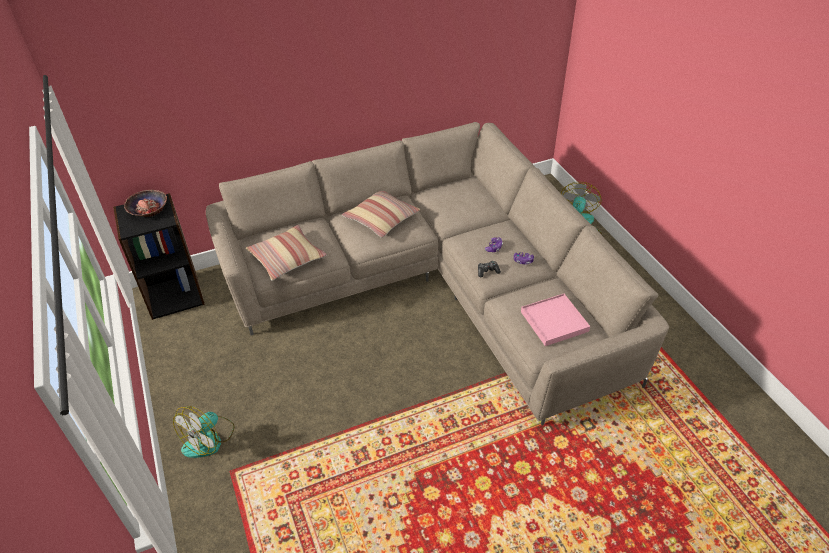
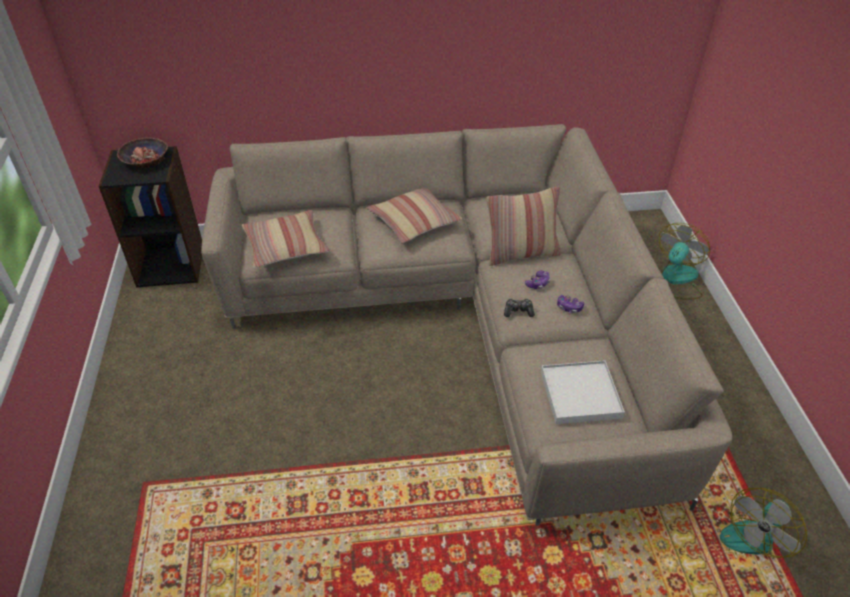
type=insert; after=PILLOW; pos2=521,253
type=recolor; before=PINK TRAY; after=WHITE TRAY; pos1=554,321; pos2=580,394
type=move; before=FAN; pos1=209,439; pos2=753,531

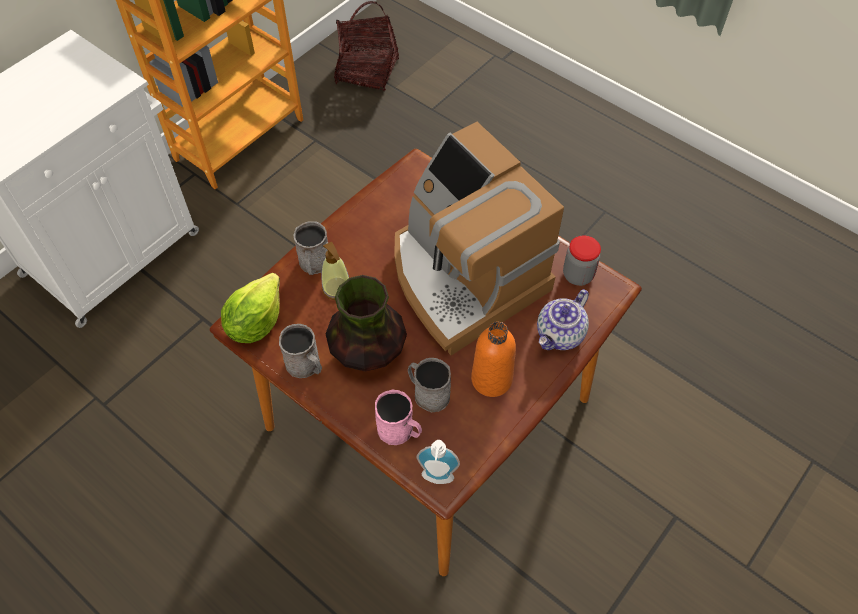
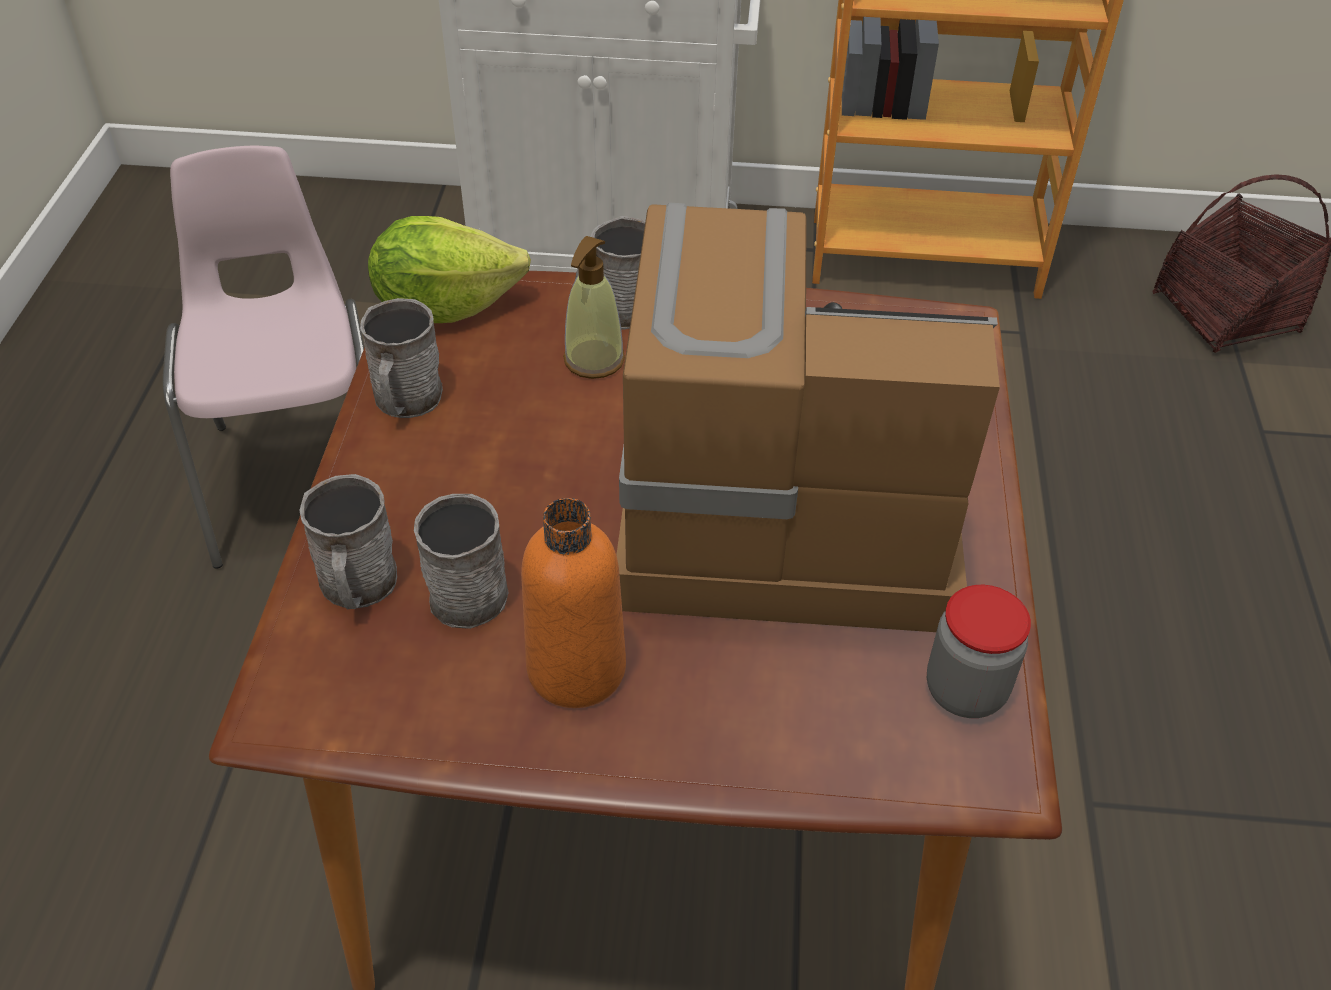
type=insert; after=PINK CHAIR; pos2=304,478
type=recolor; before=PINK MUG; after=GREY MUG; pos1=400,431; pos2=358,587
type=rotate; before=COFFEE MACHINE; pos1=464,276; pos2=779,509; turn=75
type=delete; before=VASE; pos1=368,351
type=delete; before=SOAP DISPENSER; pos1=437,480
type=delete; before=TEAPOT; pos1=560,335

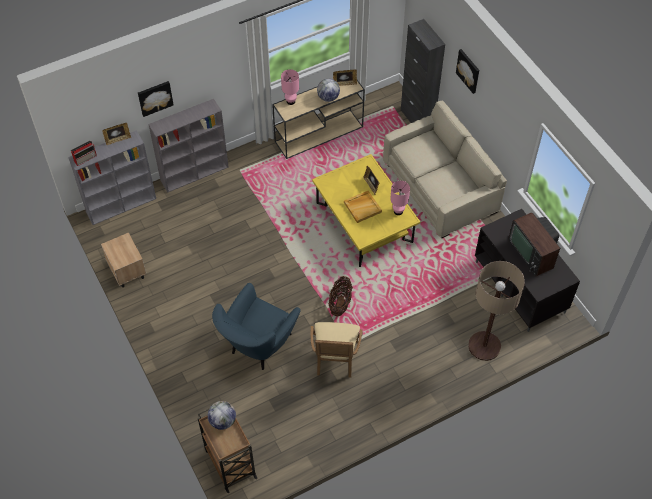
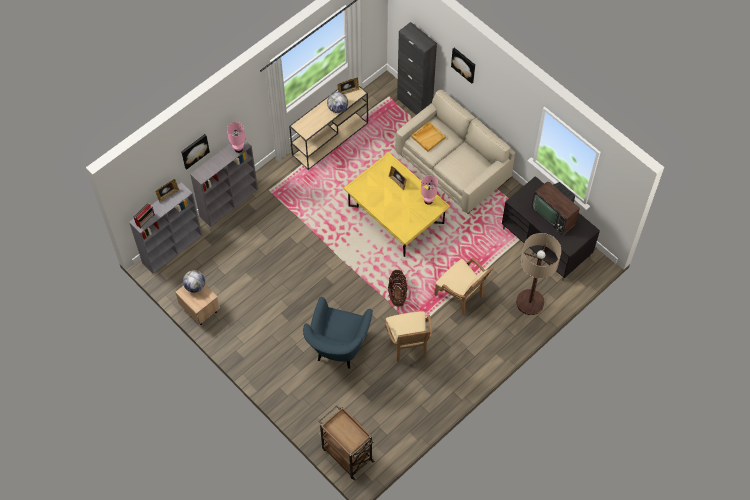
type=move; before=GLOBE; pos1=222,421; pos2=195,286
type=move; before=PINK TABLE LAMP; pos1=290,101; pos2=238,149
type=move; before=BEIGE TRAY; pos1=362,207; pos2=428,137
type=insert; after=BEIGE ARMCHAIR; pos2=461,296

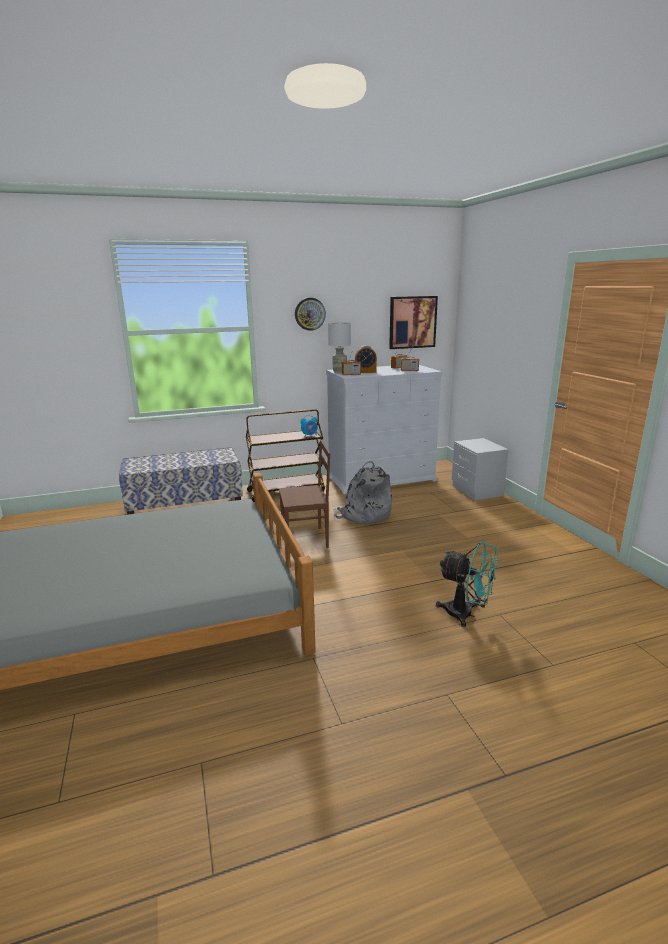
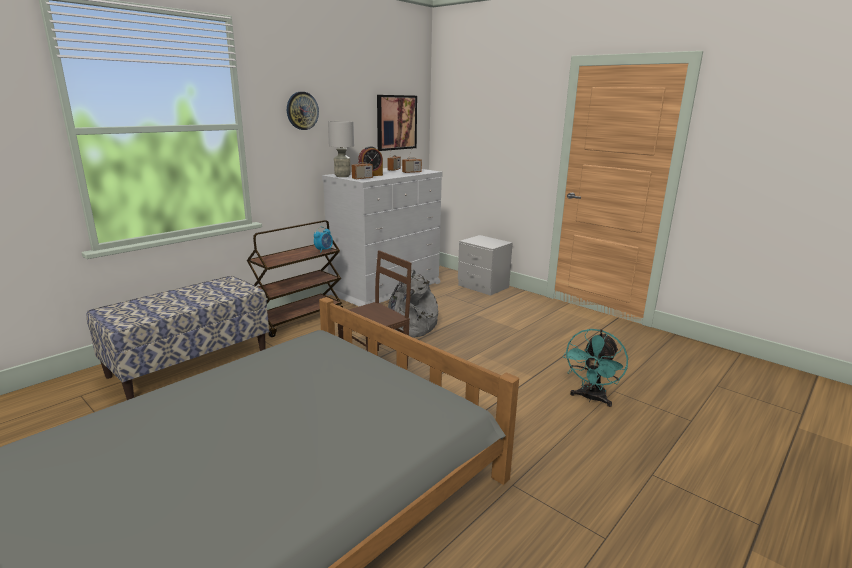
type=rotate; before=TURQUOISE FAN; pos1=466,614; pos2=591,398; turn=120

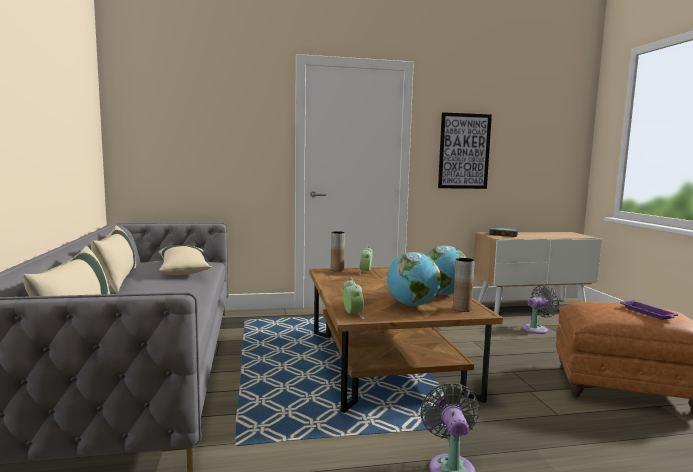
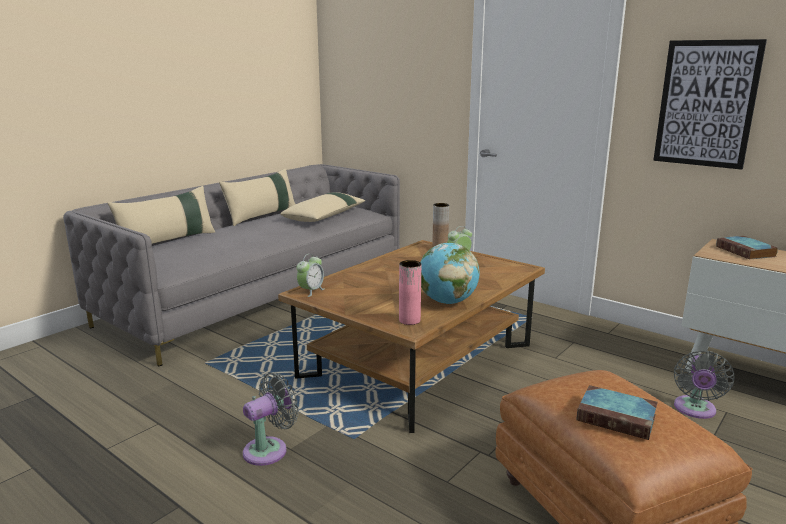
type=recolor; before=BROWN VASE; after=PINK VASE; pos1=462,309; pos2=409,320
type=replace; before=PURPLE TRAY; after=BOOK; pos1=648,313; pos2=618,417
type=rotate; before=GREY FAN; pos1=537,329; pos2=694,410; turn=90
type=delete; before=GLOBE; pos1=412,305

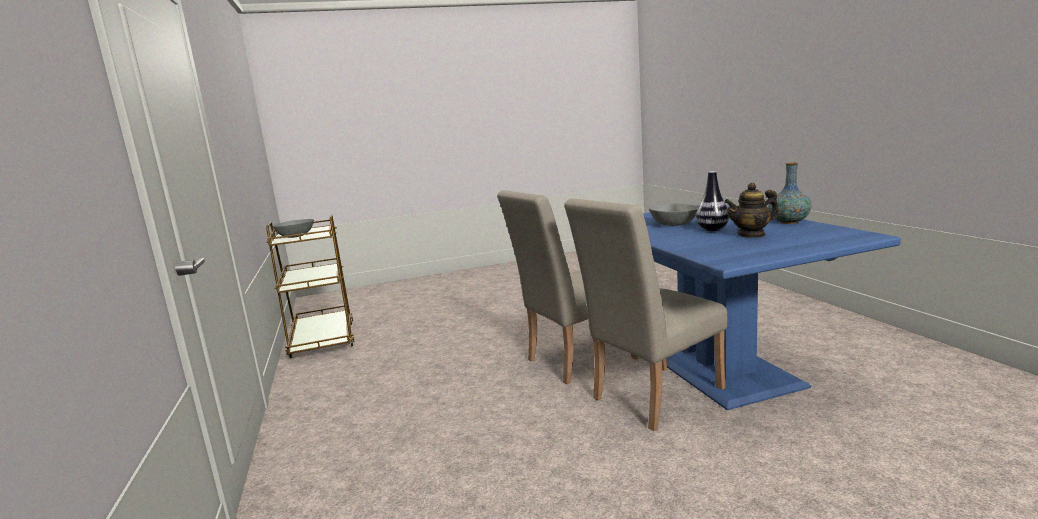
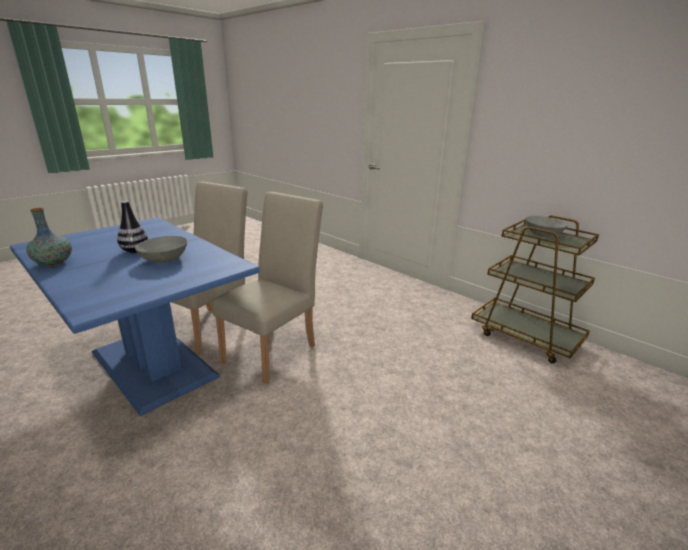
type=delete; before=TEAPOT; pos1=751,235

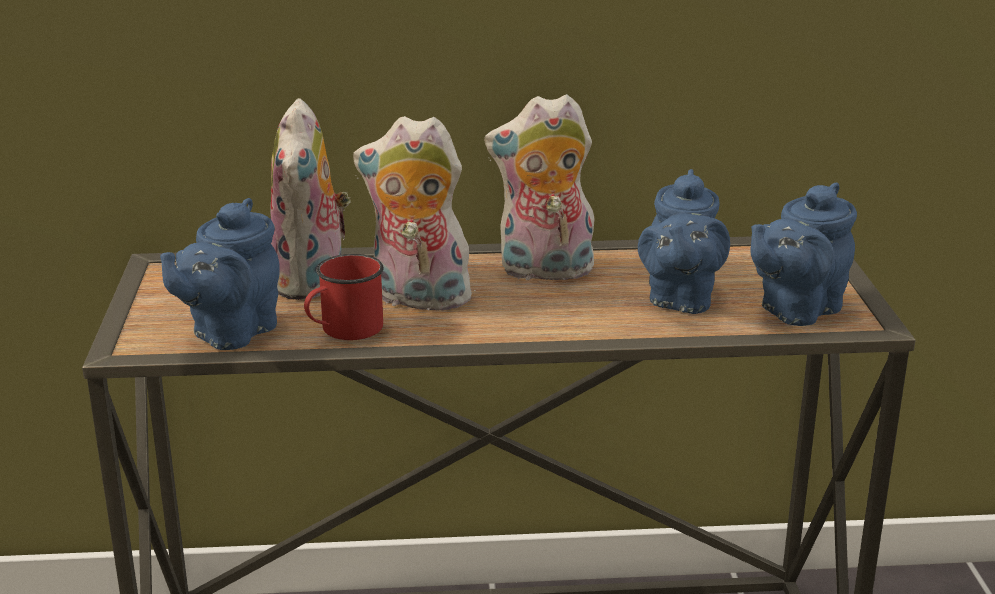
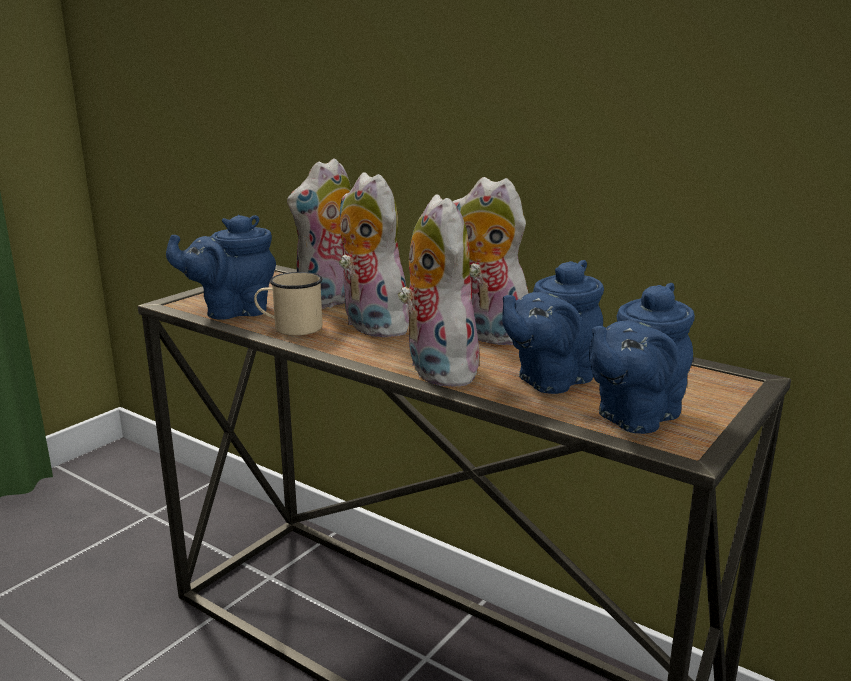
type=recolor; before=RED MUG; after=BEIGE MUG; pos1=344,330; pos2=290,328
type=insert; after=PLUSH TOY; pos2=435,370
type=rotate; before=BLUE TEAPOT; pos1=795,310; pos2=634,417; turn=-45

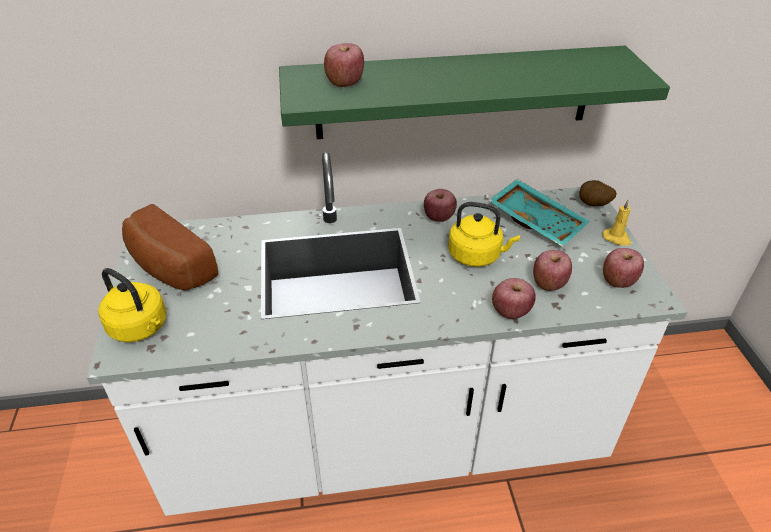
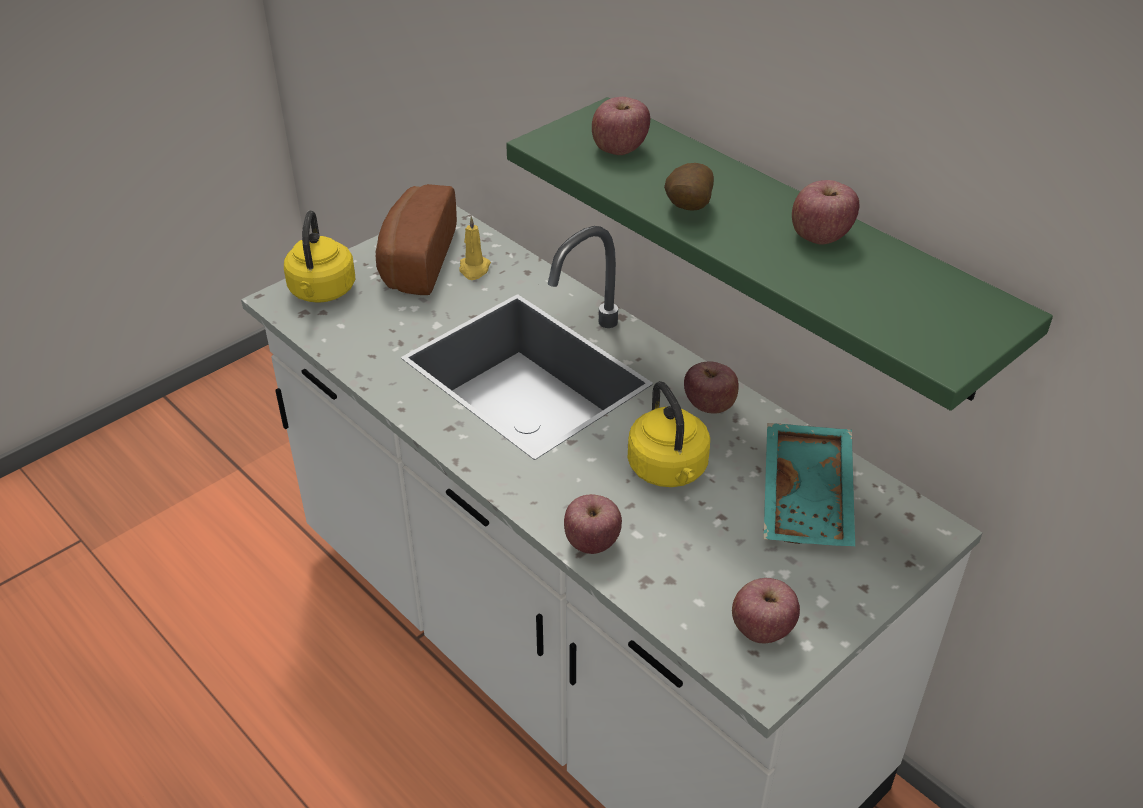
type=move; before=YELLOW CANDLE; pos1=617,238; pos2=474,269
type=move; before=POTATO; pos1=593,205; pos2=686,209
type=move; before=APPLE; pos1=549,283; pos2=820,236

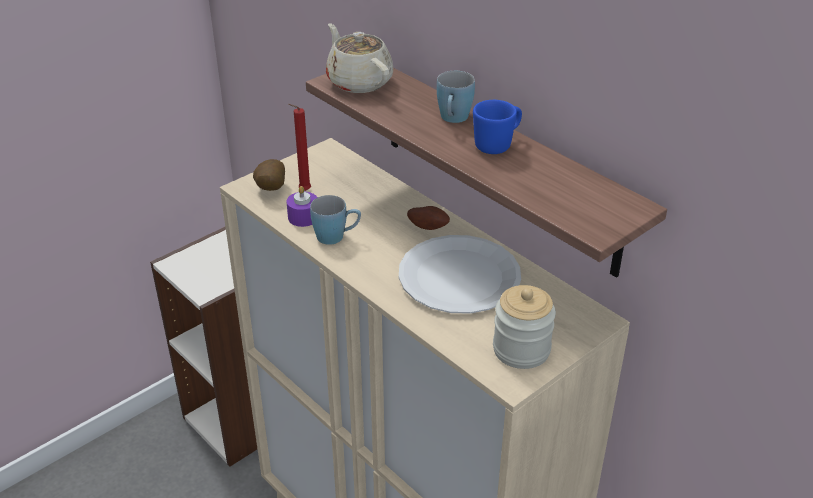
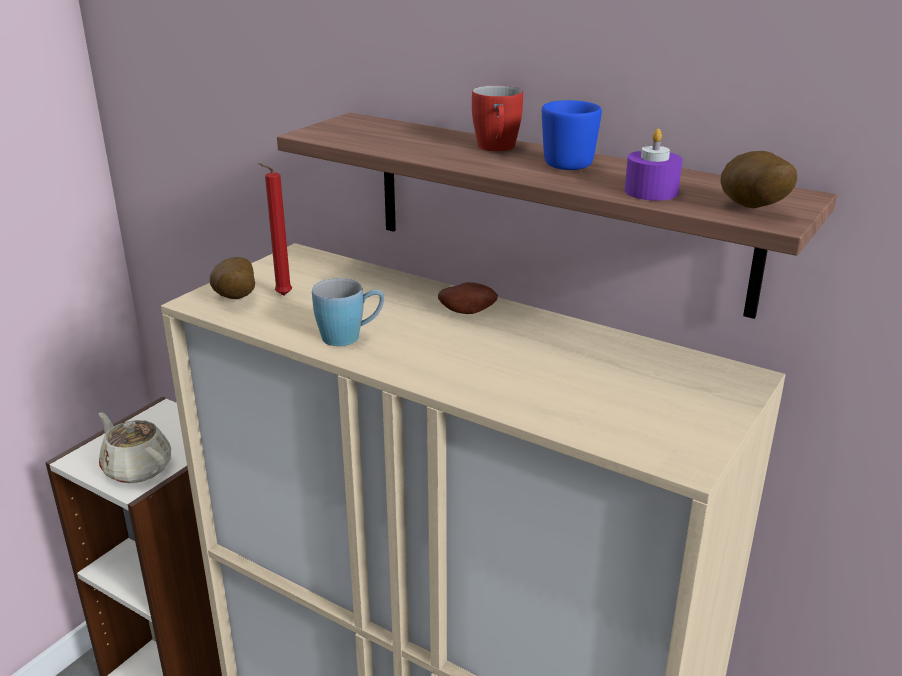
type=move; before=BEIGE TEAPOT; pos1=359,81; pos2=137,468
type=recolor; before=BLUE MUG; after=RED MUG; pos1=453,119; pos2=497,149
type=move; before=PURPLE CANDLE; pos1=303,217; pos2=651,191
type=insert; after=POTATO; pos2=751,209
type=delete; before=WHITE PLATE; pos1=459,277
type=delete; before=JAR; pos1=521,349

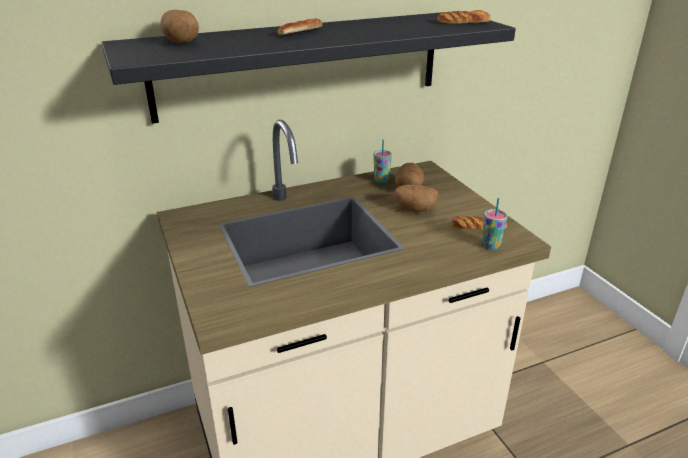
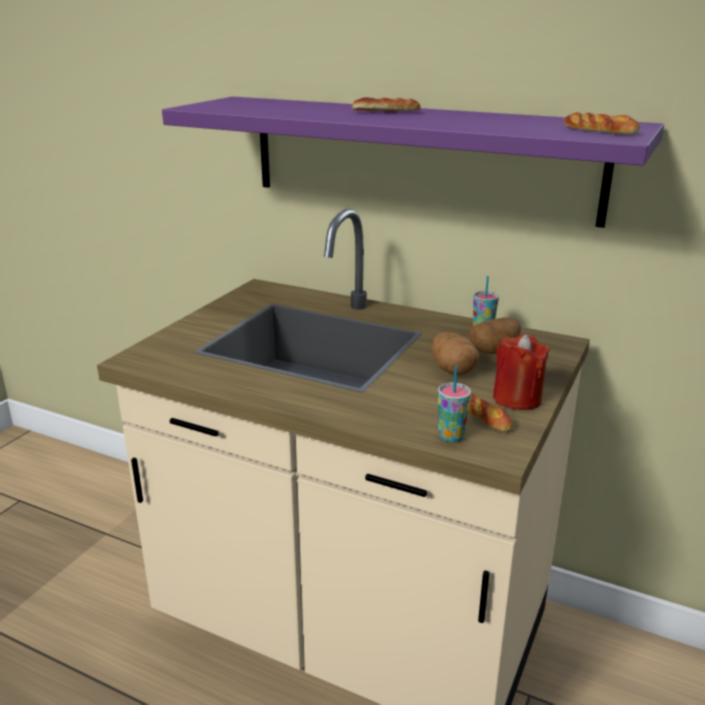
type=recolor; before=BLACK SHELF; after=PURPLE SHELF; pos1=301,64; pos2=419,157
type=insert; after=RED CANDLE; pos2=517,398
type=delete; before=POTATO; pos1=181,42

